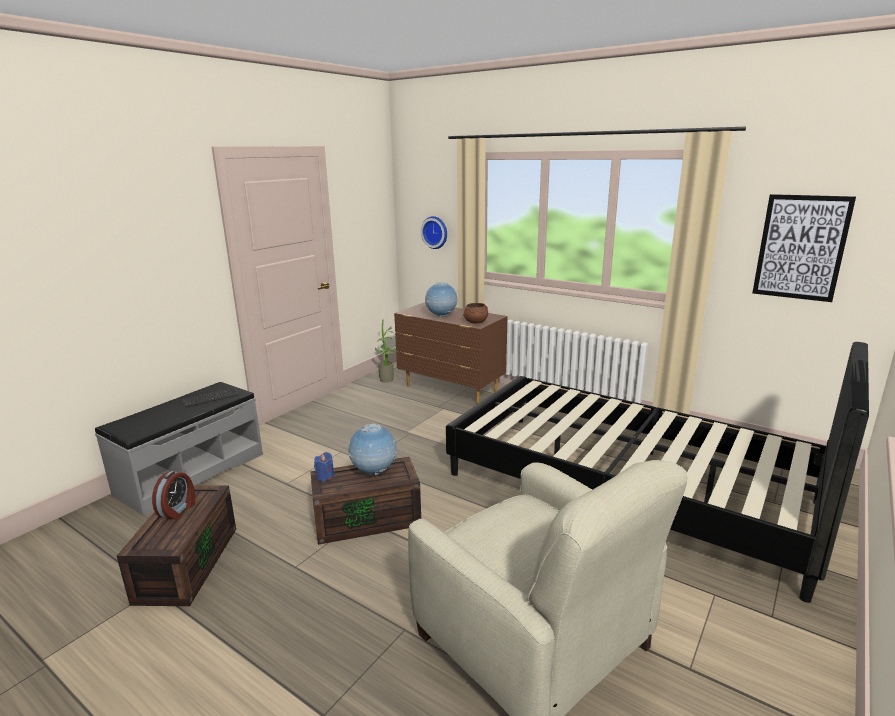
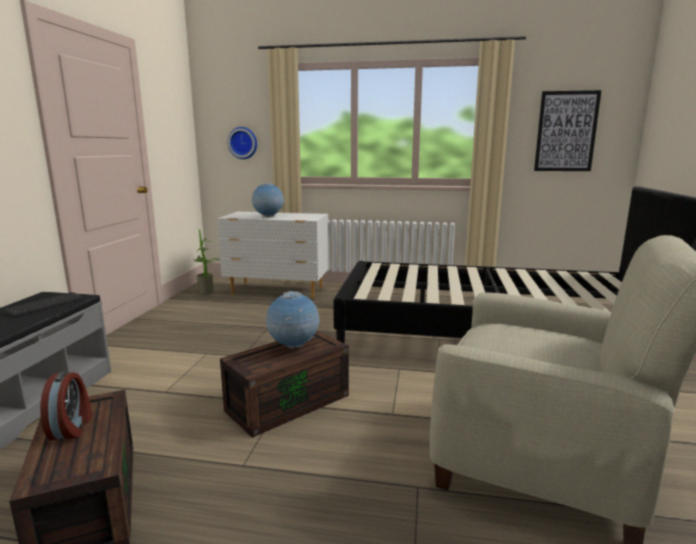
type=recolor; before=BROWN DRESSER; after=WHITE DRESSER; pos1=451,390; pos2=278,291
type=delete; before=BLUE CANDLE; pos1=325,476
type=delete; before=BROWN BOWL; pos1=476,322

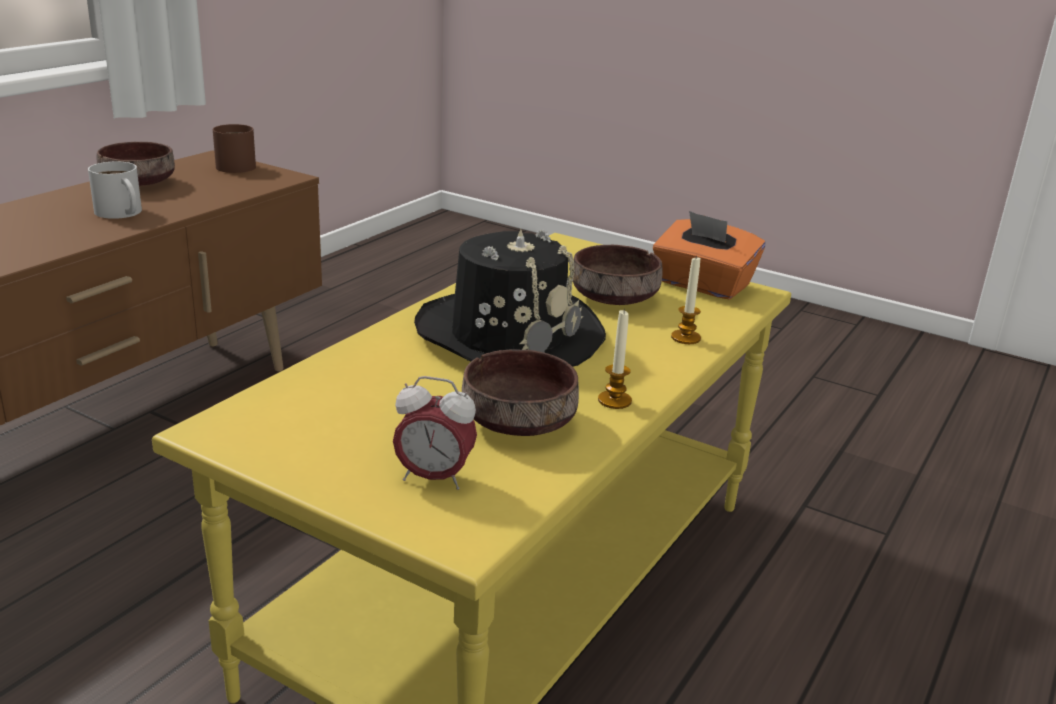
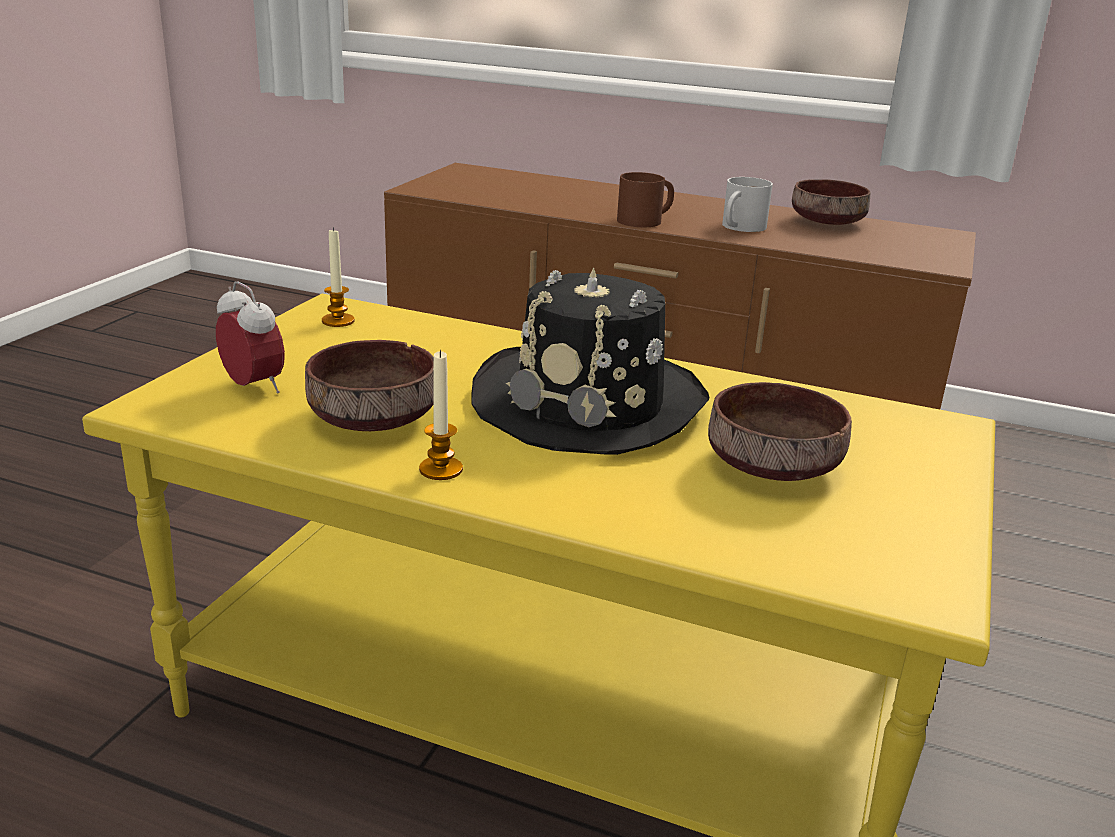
type=rotate; before=ALARM CLOCK; pos1=434,478; pos2=254,387; turn=135
type=move; before=CANDLE; pos1=685,338; pos2=338,321
type=move; before=BROWN MUG; pos1=234,165; pos2=646,220
type=delete; before=ORANGE TISSUE BOX; pos1=702,285

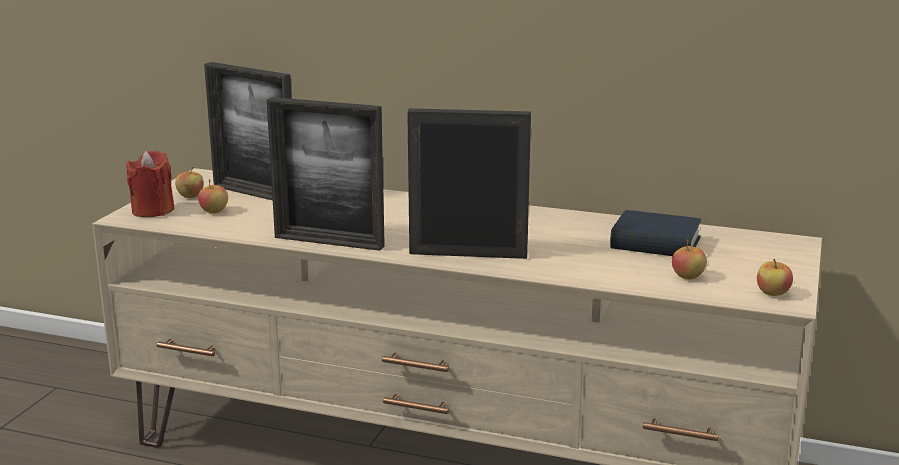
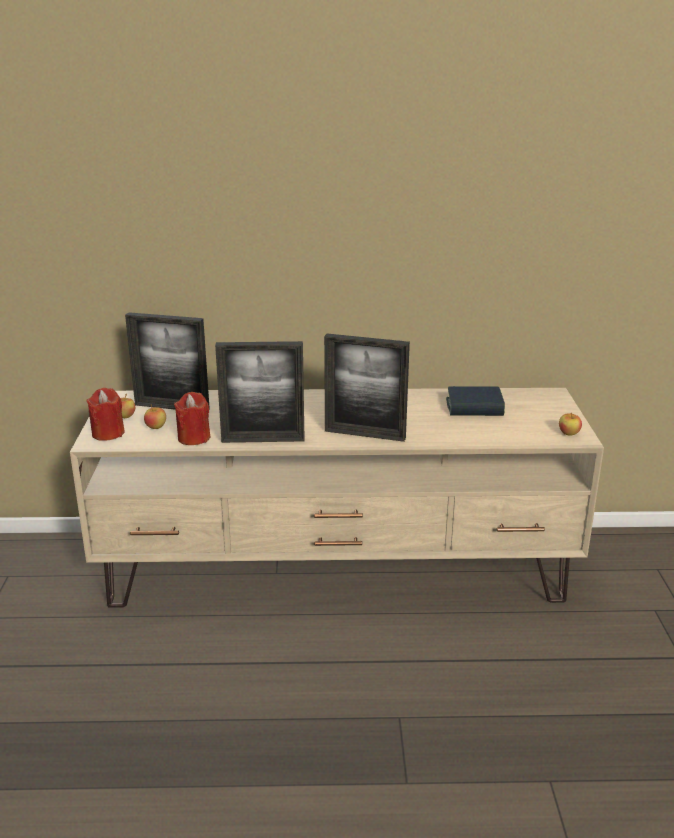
type=insert; after=RED CANDLE; pos2=194,438
type=rotate; before=PICTURE FRAME; pos1=468,254; pos2=365,434; turn=-150
type=delete; before=APPLE; pos1=687,277

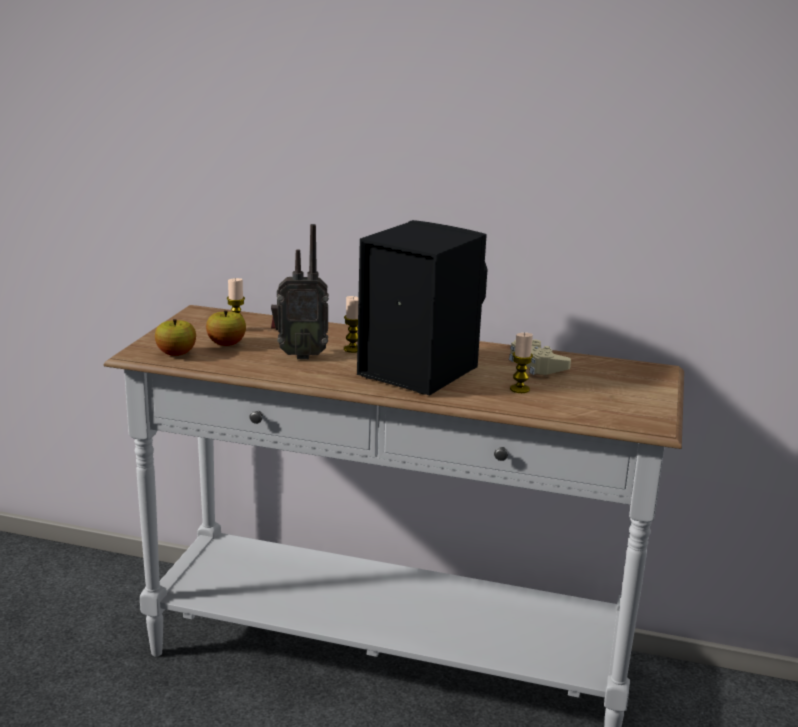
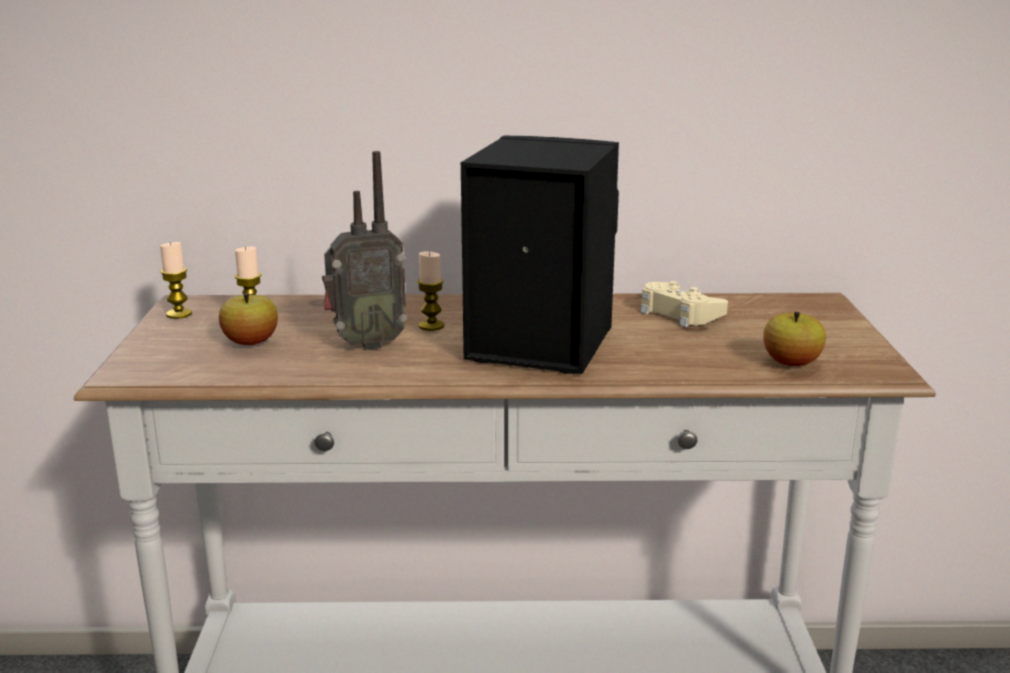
type=move; before=CANDLE; pos1=519,389; pos2=179,314
type=move; before=APPLE; pos1=176,354; pos2=791,363

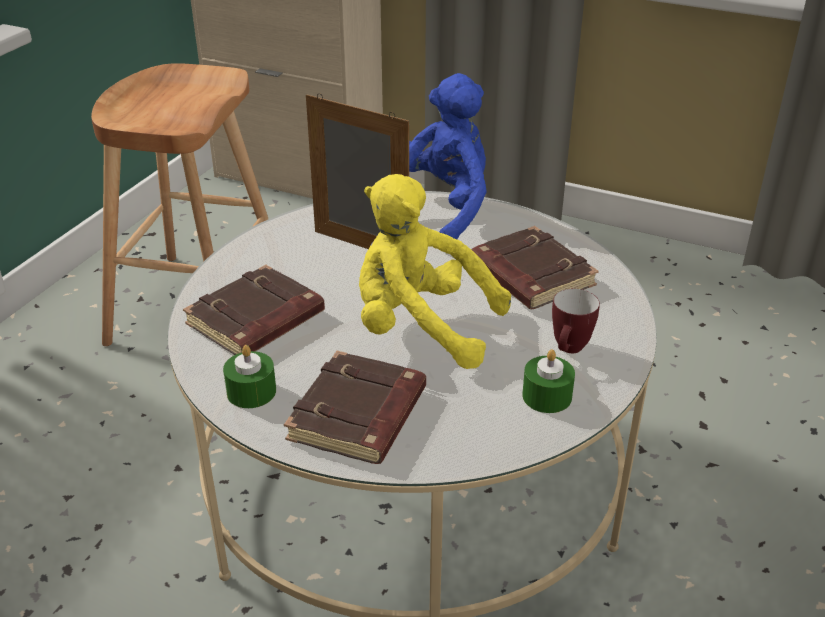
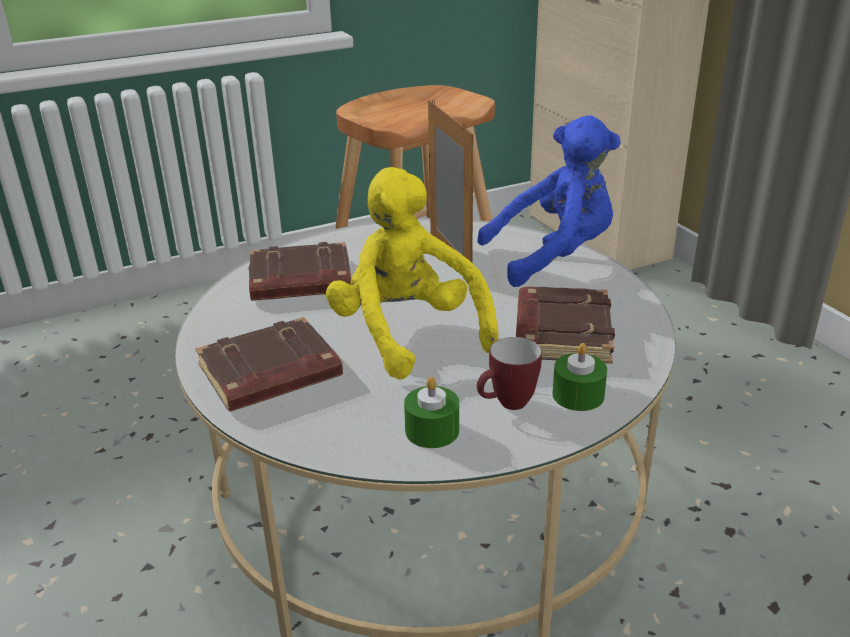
type=move; before=GREEN CANDLE; pos1=251,392; pos2=578,395

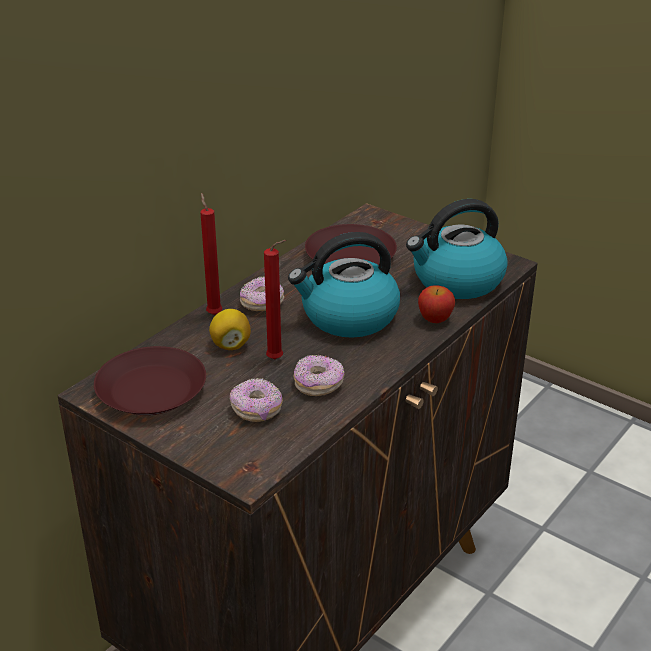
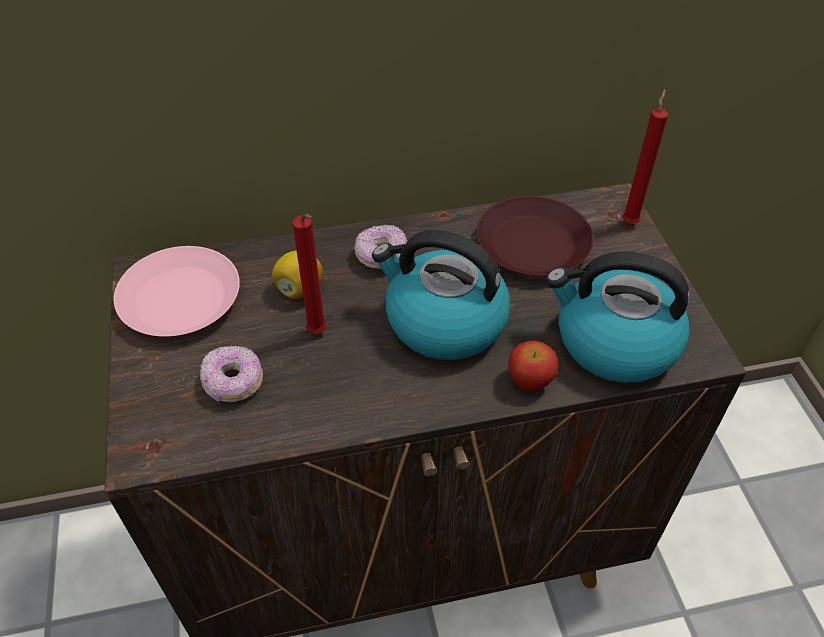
type=recolor; before=BROWN PLATE; after=PINK PLATE; pos1=152,390; pos2=182,300
type=move; before=RED CANDLE; pos1=213,313; pos2=630,221
type=delete; before=DONUT; pos1=318,385

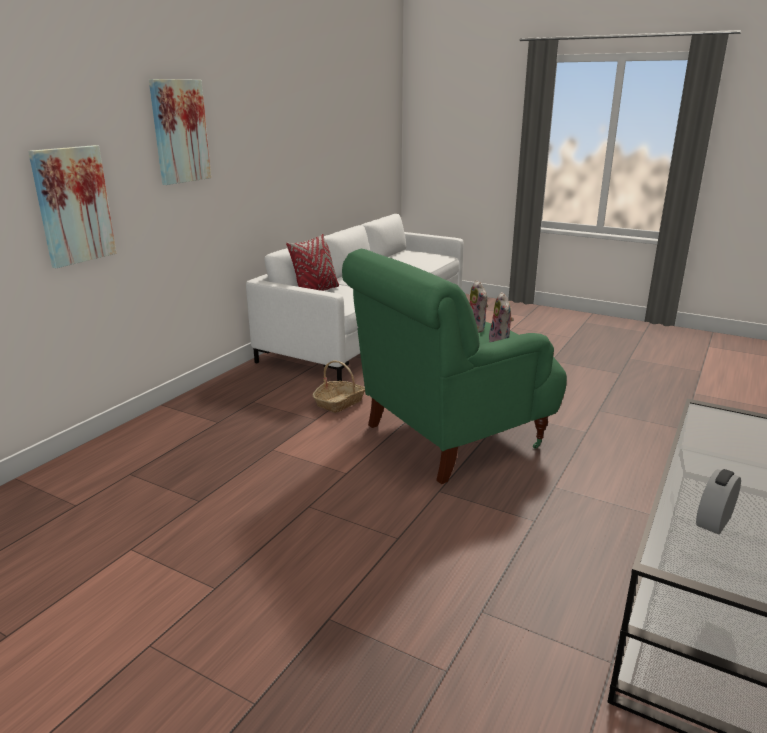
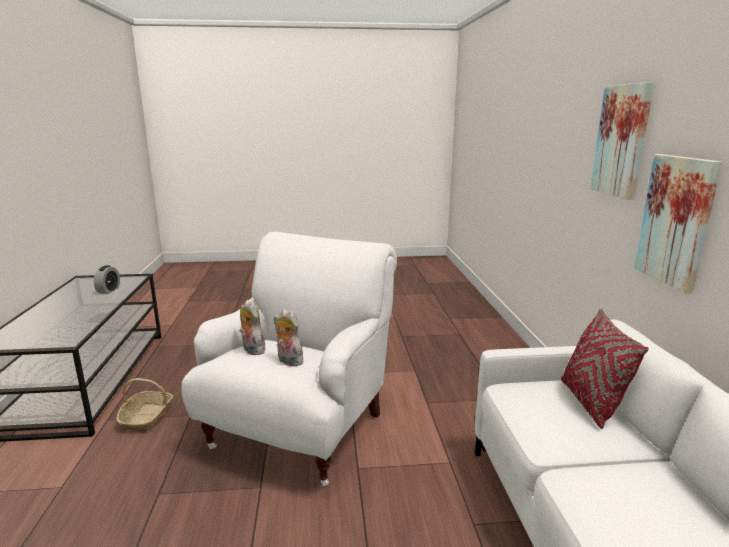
type=move; before=BASKET; pos1=340,402; pos2=147,418
type=recolor; before=GREEN ARMCHAIR; after=WHITE ARMCHAIR; pos1=450,437; pos2=299,429
type=move; before=PICTURE; pos1=73,205; pos2=676,221

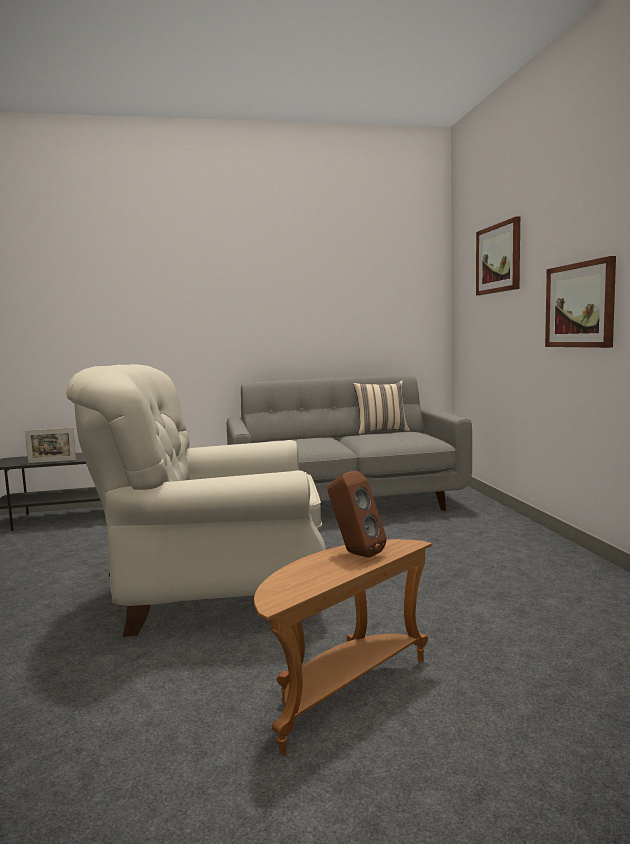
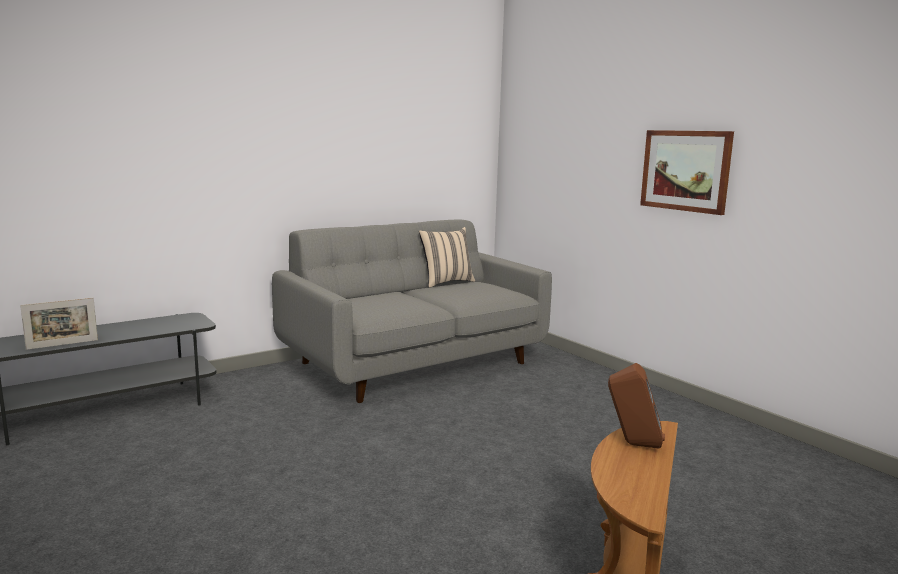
type=delete; before=BEIGE ARMCHAIR; pos1=213,592
type=delete; before=PICTURE; pos1=498,258

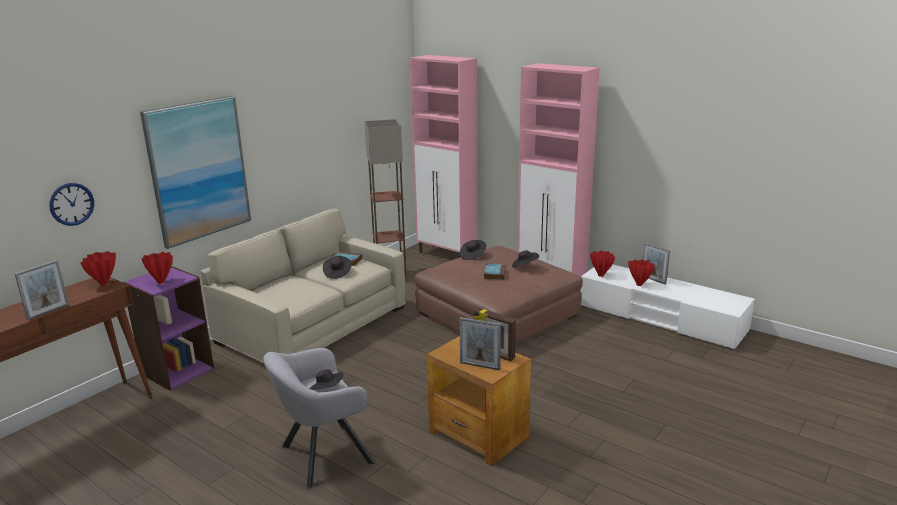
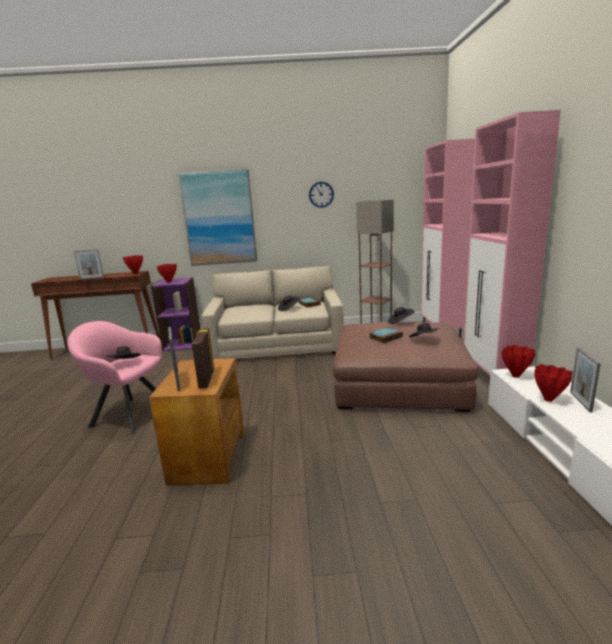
type=recolor; before=GREY ARMCHAIR; after=PINK ARMCHAIR; pos1=321,456; pos2=128,414
type=move; before=WALL CLOCK; pos1=71,204; pos2=321,194

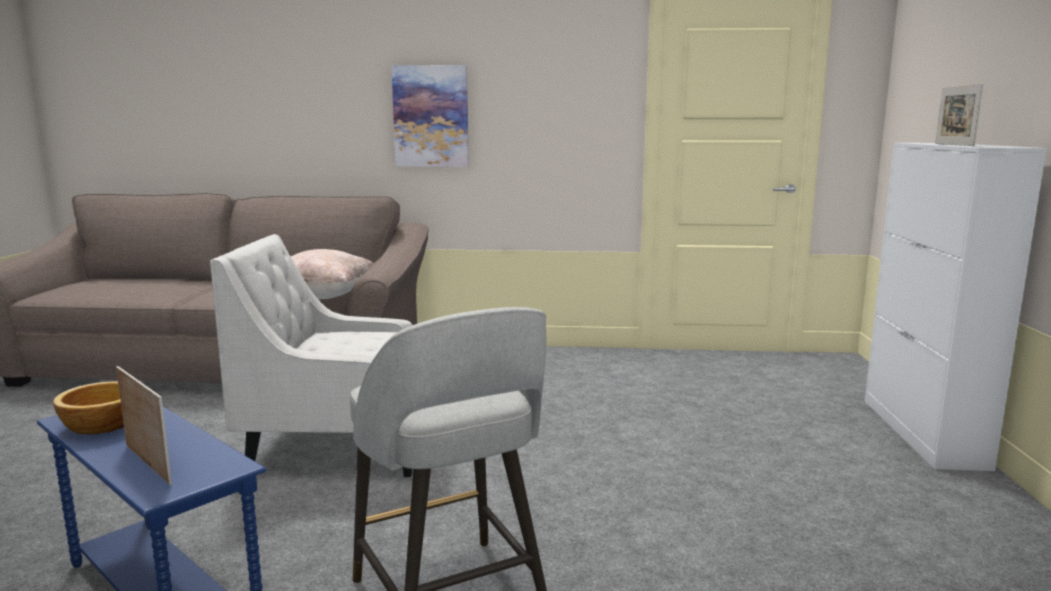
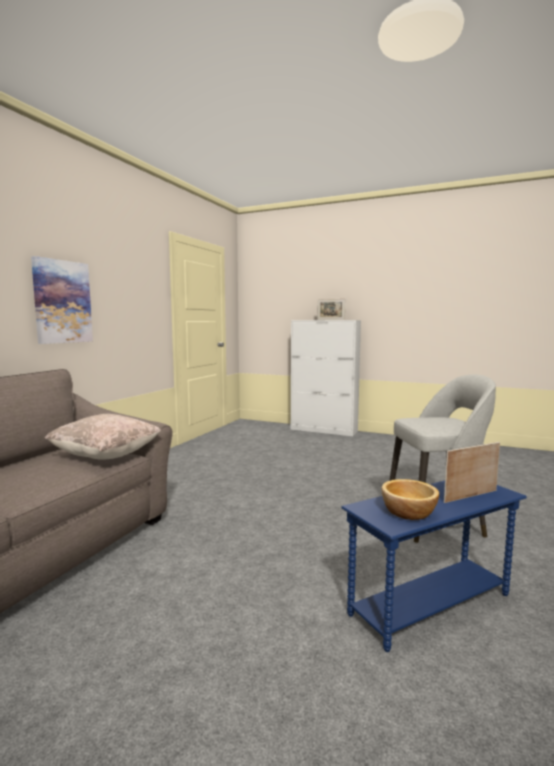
type=delete; before=WHITE ARMCHAIR; pos1=347,446

